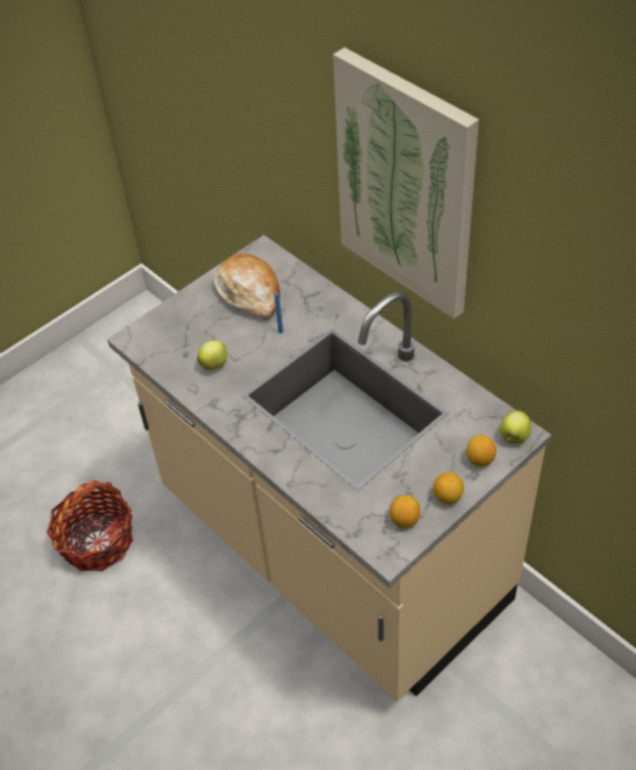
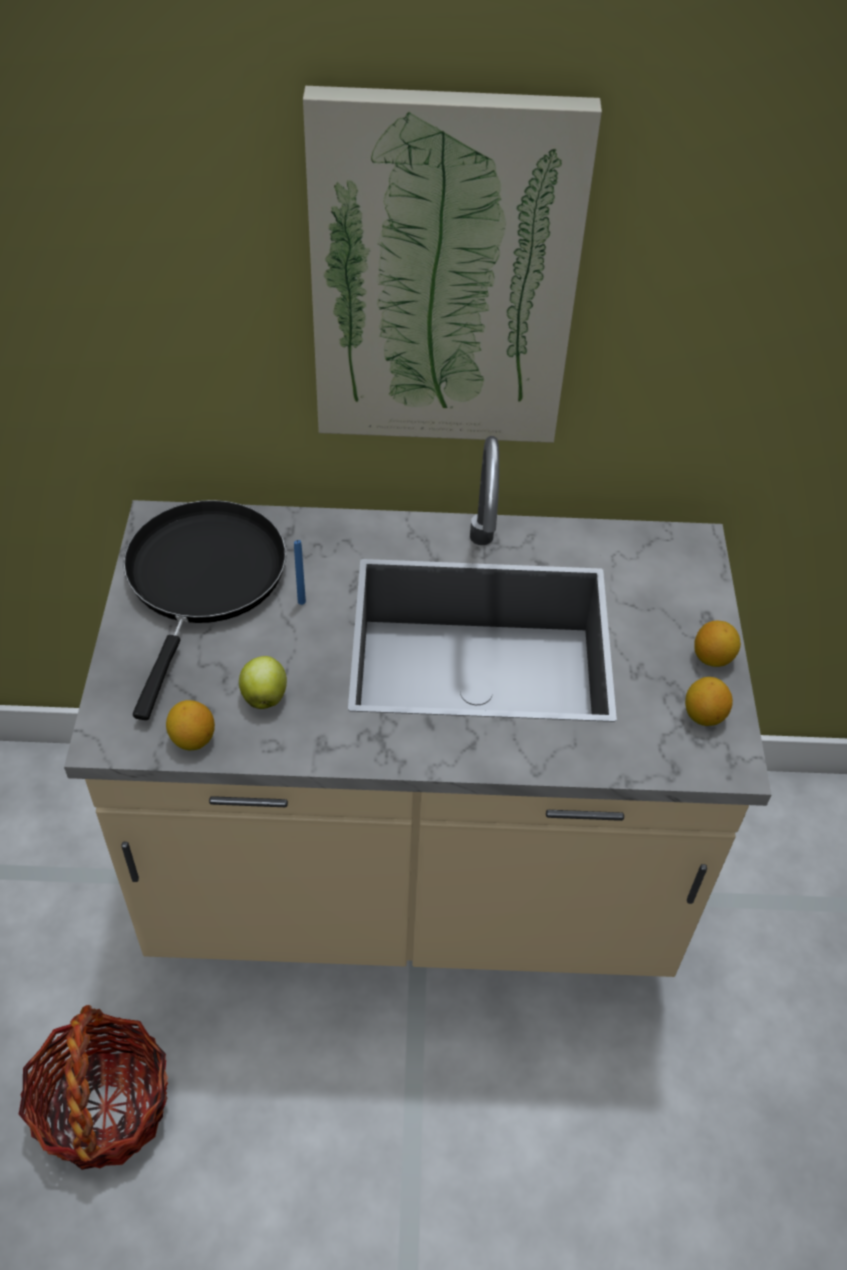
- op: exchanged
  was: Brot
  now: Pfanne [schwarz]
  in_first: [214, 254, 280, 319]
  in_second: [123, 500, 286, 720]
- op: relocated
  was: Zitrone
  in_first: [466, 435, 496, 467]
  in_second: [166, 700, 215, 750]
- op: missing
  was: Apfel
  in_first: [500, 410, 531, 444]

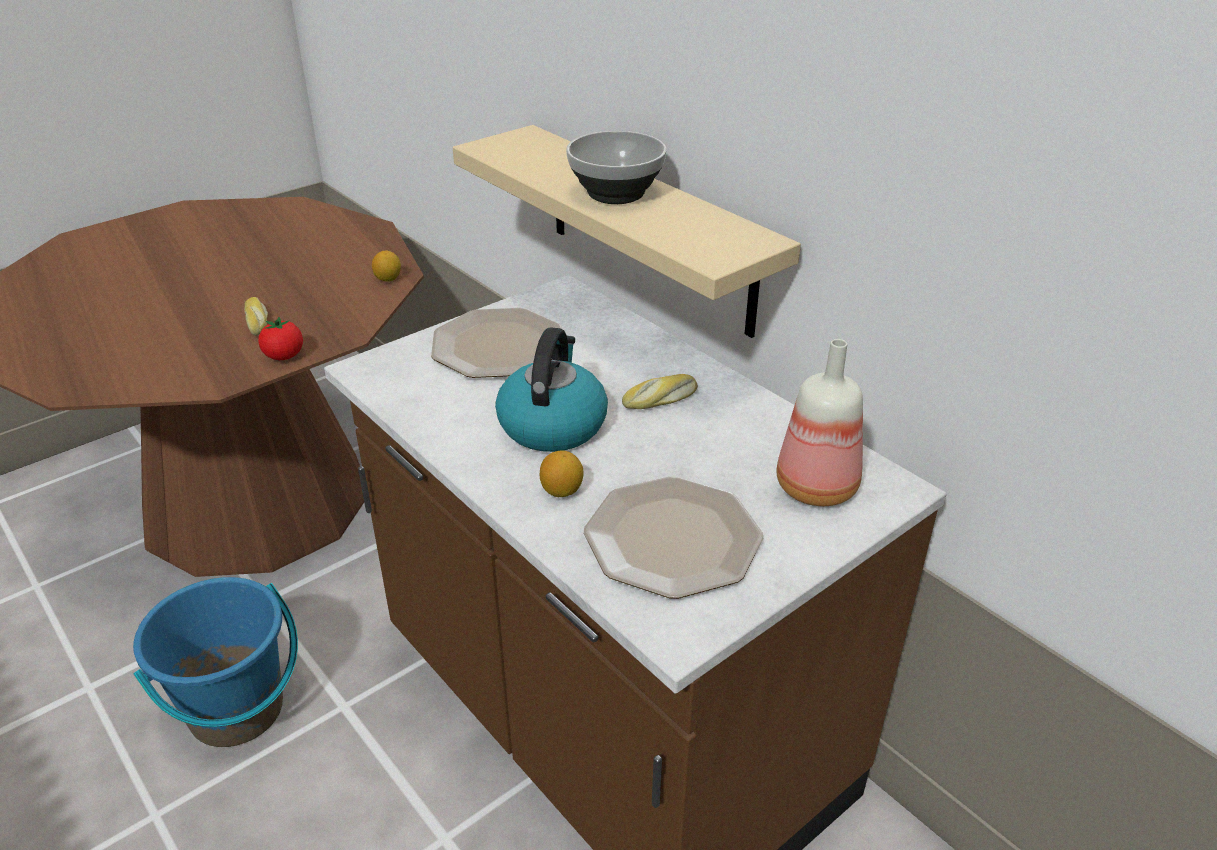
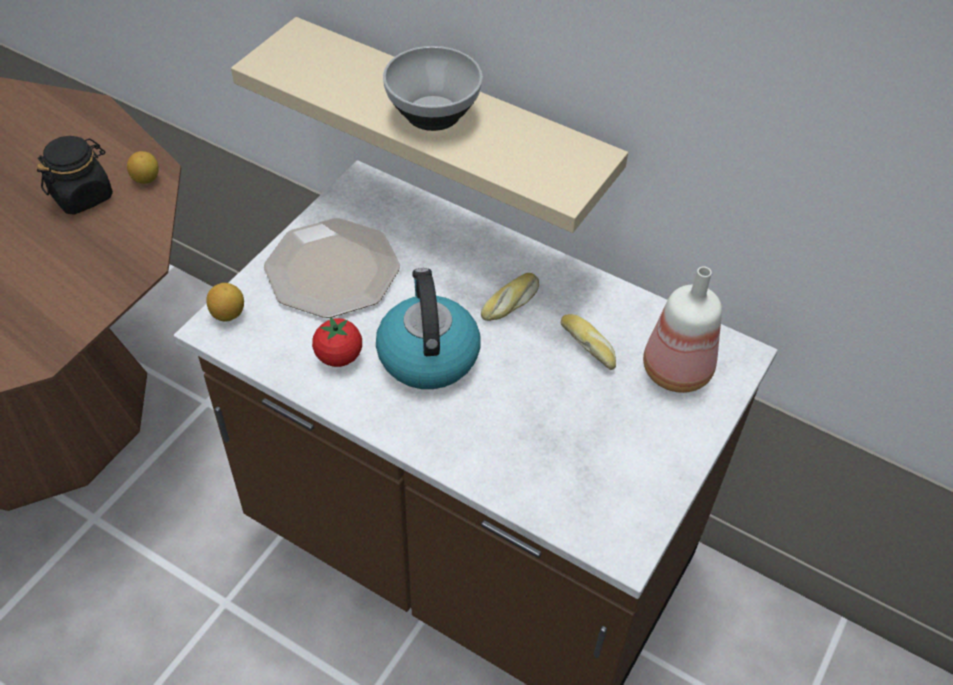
- op: appeared
  now: Vorratsglas [schwarz]
  in_second: [37, 136, 113, 215]
- op: relocated
  was: Zitrone
  in_first: [540, 450, 584, 497]
  in_second: [206, 283, 244, 322]
- op: relocated
  was: Tomate
  in_first: [258, 317, 303, 360]
  in_second: [312, 317, 362, 367]
- op: relocated
  was: Brot
  in_first: [244, 297, 268, 336]
  in_second: [560, 314, 616, 370]
- op: missing
  was: Eimer [blau]
  in_first: [133, 577, 298, 747]
- op: missing
  was: Teller
  in_first: [584, 476, 763, 599]

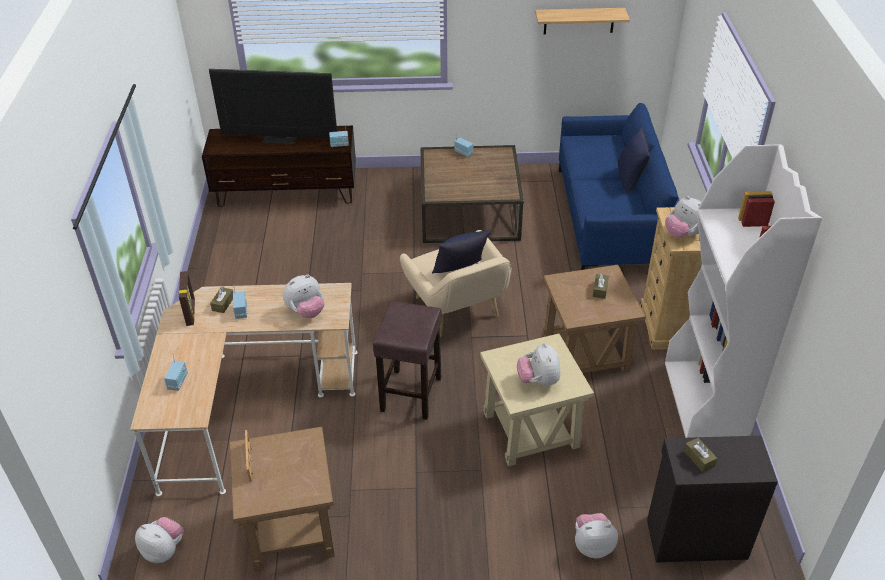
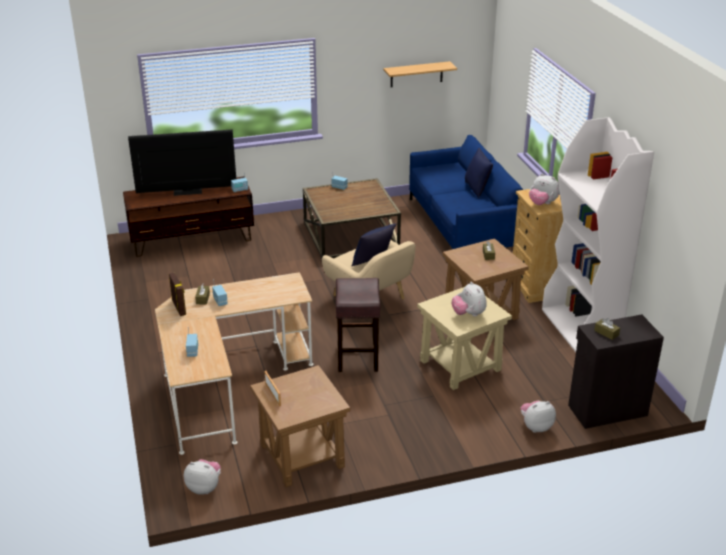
- op: missing
  was: Plüschtier
  in_first: [283, 274, 324, 318]

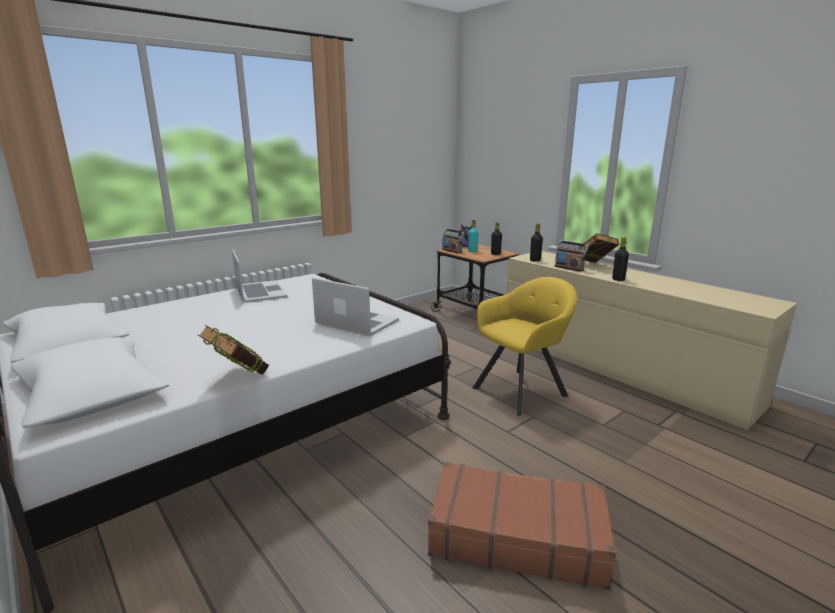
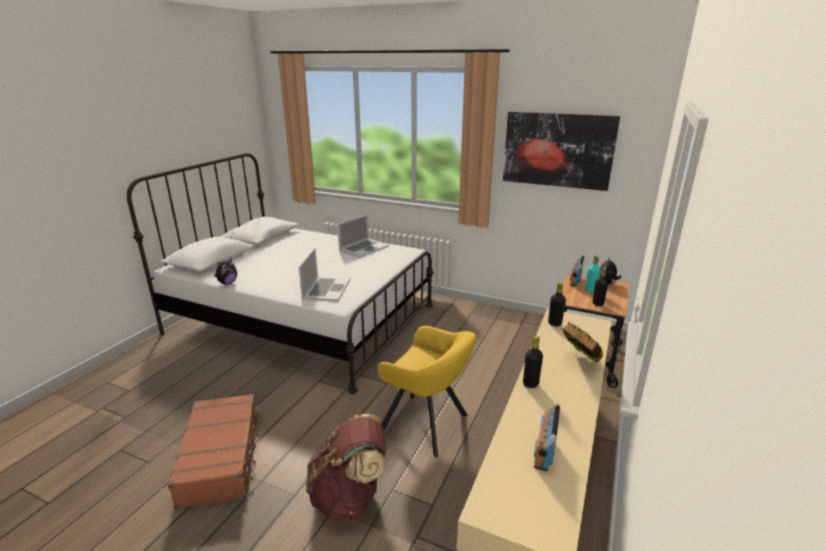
- op: exchanged
  was: Buch
  now: Plüschtier
  in_first: [198, 325, 269, 375]
  in_second: [214, 257, 237, 285]
- op: appeared
  now: Rucksack [braun]
  in_second: [306, 414, 387, 520]
- op: appeared
  now: Bild
  in_second: [503, 111, 620, 191]
- op: relocated
  was: Radio
  in_first: [555, 240, 589, 272]
  in_second: [534, 403, 560, 471]

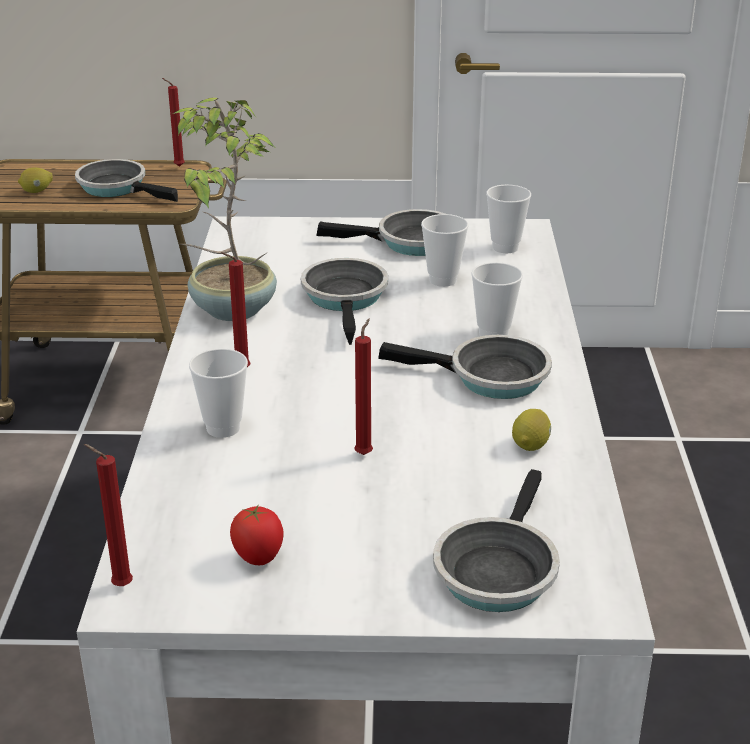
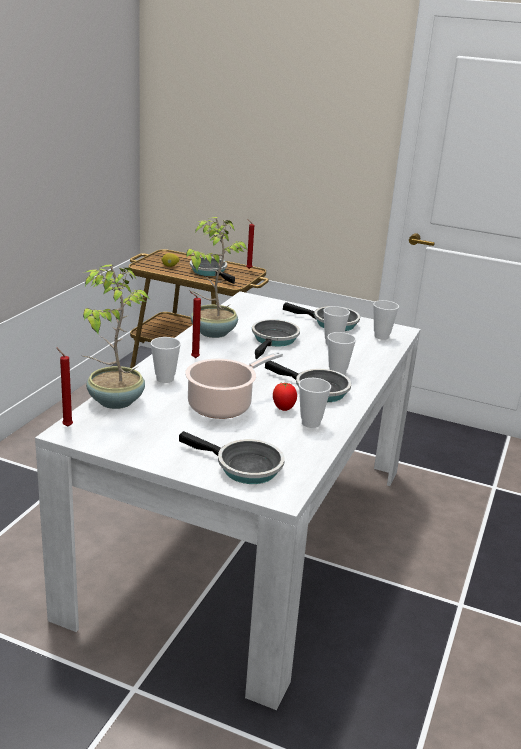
- op: appeared
  now: Topfpflanze
  in_second: [83, 264, 149, 409]
- op: spun
  was: Pfanne
  in_first: [433, 469, 560, 612]
  in_second: [179, 431, 285, 484]
  clockwise: -105
- op: exchanged
  was: Kerze [rot]
  now: Kochtopf
  in_first: [354, 318, 373, 455]
  in_second: [185, 351, 283, 419]
- op: relocated
  was: Tomate
  in_first: [230, 505, 284, 565]
  in_second: [273, 383, 297, 411]
- op: exchanged
  was: Zitrone
  now: Tasse
  in_first: [512, 409, 551, 451]
  in_second: [299, 378, 331, 428]

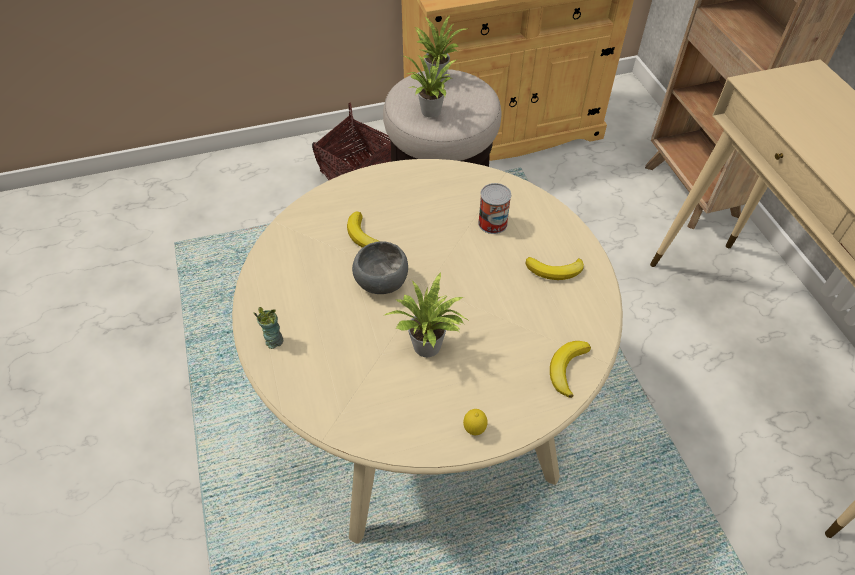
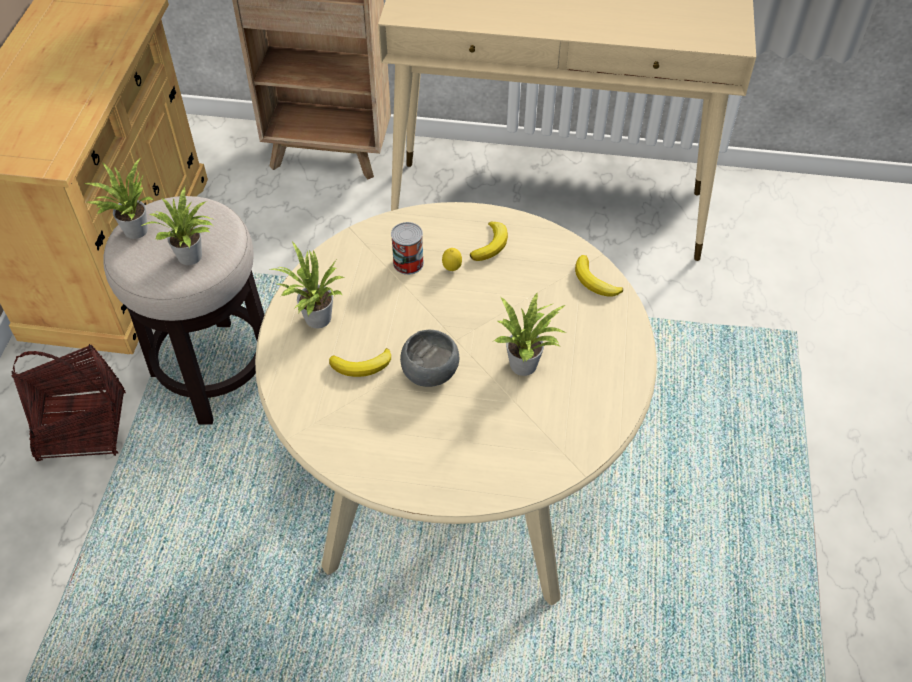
- op: appeared
  now: Topfpflanze
  in_second: [270, 242, 344, 328]
- op: relocated
  was: Zitrone
  in_first: [463, 409, 487, 435]
  in_second: [442, 248, 462, 271]
- op: missing
  was: Tasse
  in_first: [254, 307, 283, 349]

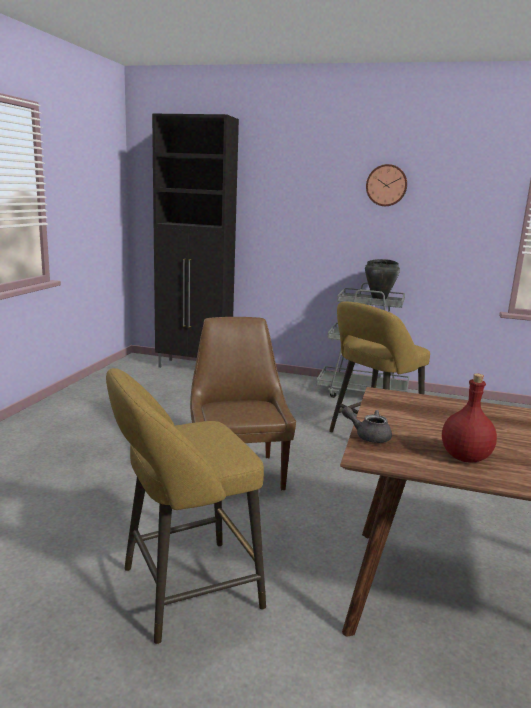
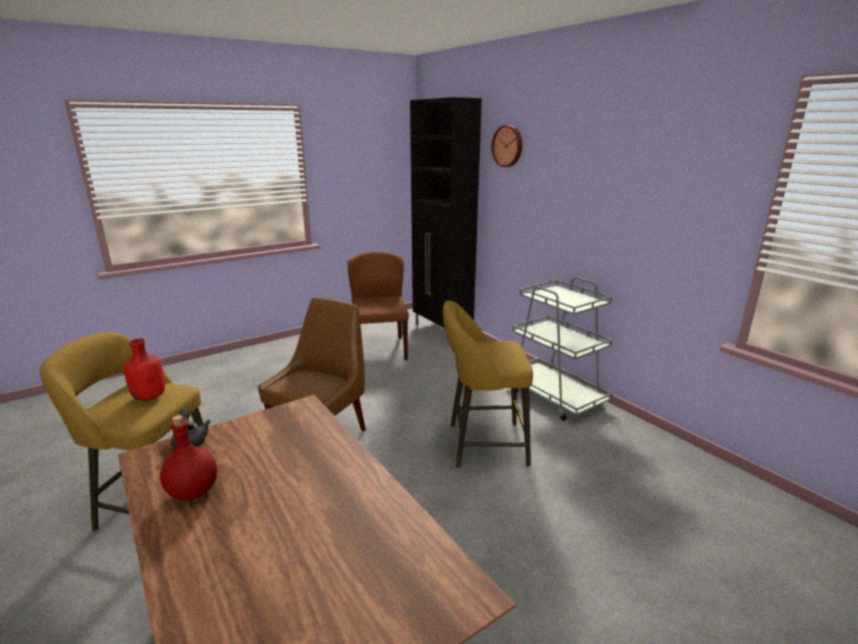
- op: appeared
  now: Flasche [rot]
  in_second: [124, 339, 165, 401]
- op: appeared
  now: Stuhl [braun]
  in_second: [348, 252, 409, 360]
- op: relocated
  was: Wanduhr
  in_first: [366, 164, 407, 206]
  in_second: [491, 125, 522, 167]
- op: missing
  was: Kochtopf [schwarz]
  in_first: [365, 259, 400, 299]

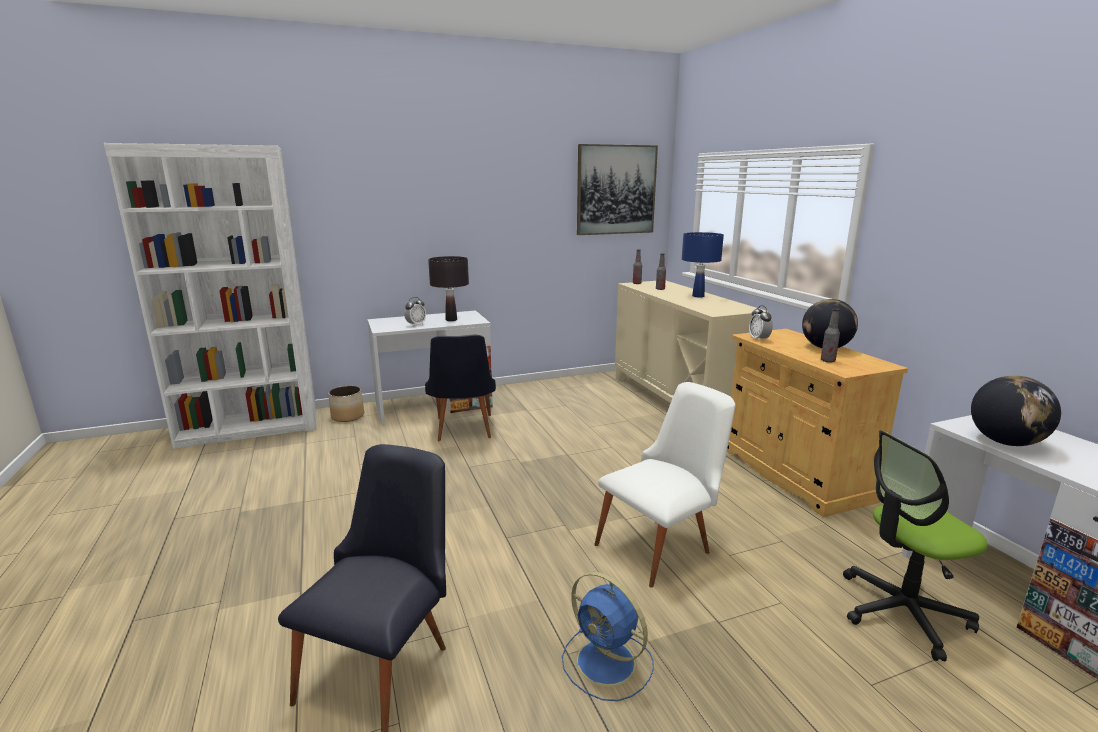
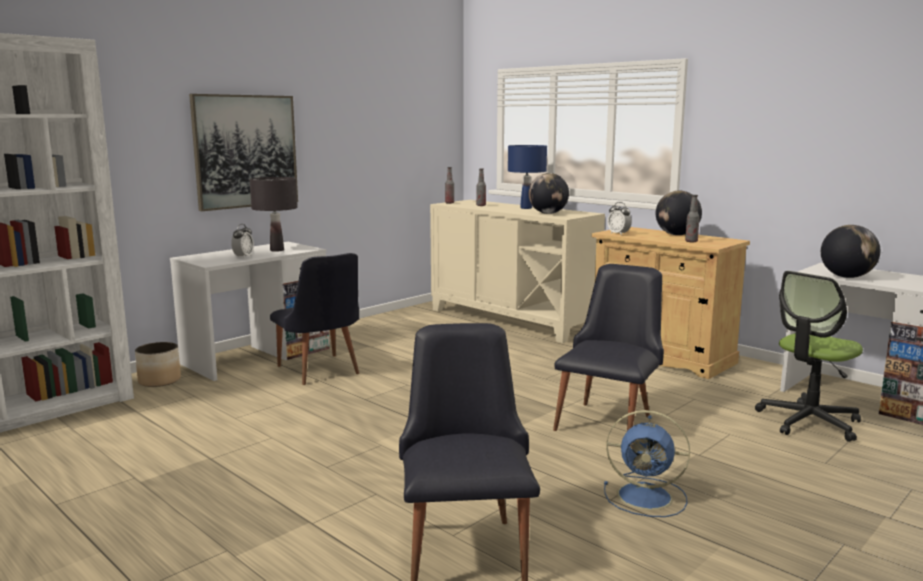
- op: relocated
  was: Bild
  in_first: [577, 144, 658, 235]
  in_second: [189, 94, 298, 211]
- op: appeared
  now: Globus
  in_second: [529, 173, 569, 214]
- op: colour
  was: Stuhl [weiß]
  now: Stuhl [schwarz]
  in_first: [594, 382, 735, 588]
  in_second: [553, 264, 664, 431]

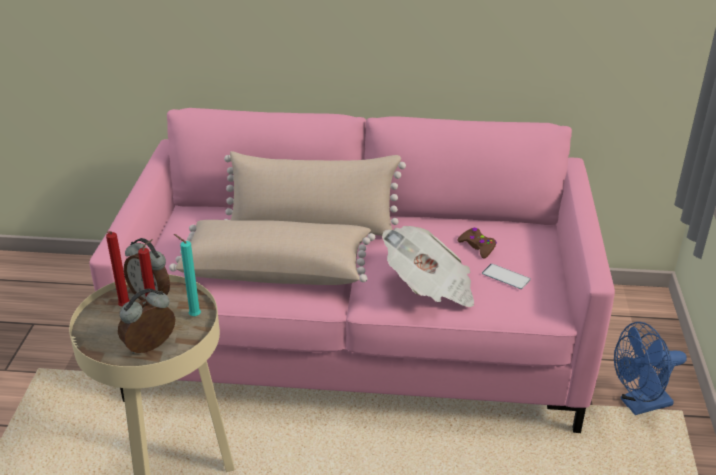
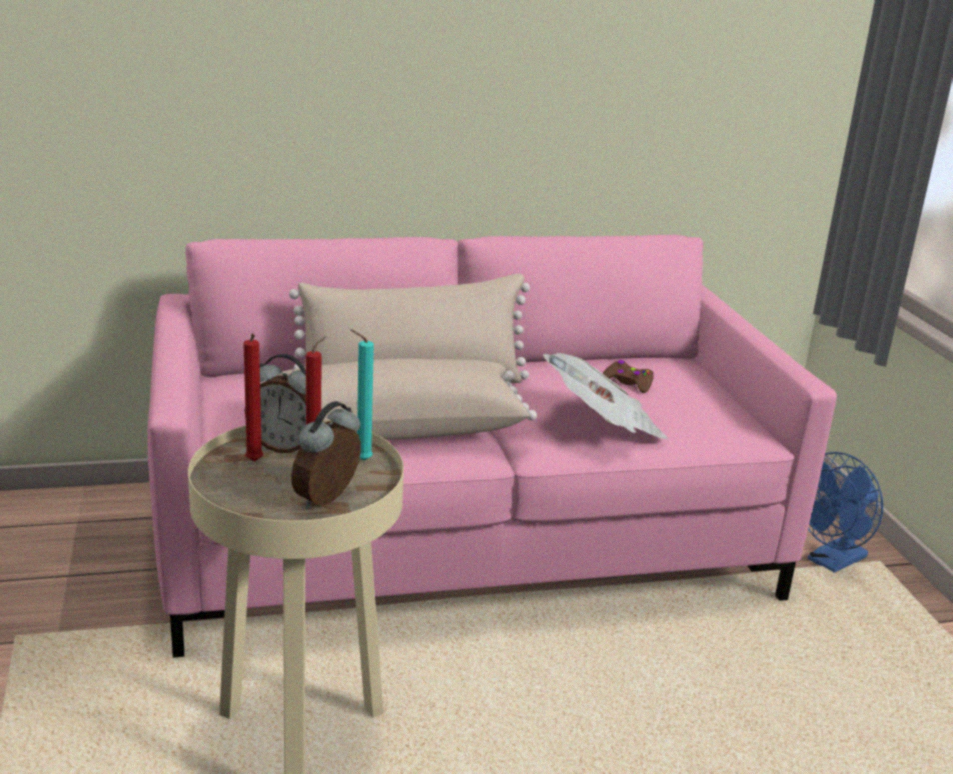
- op: missing
  was: Handy
  in_first: [482, 264, 531, 289]

